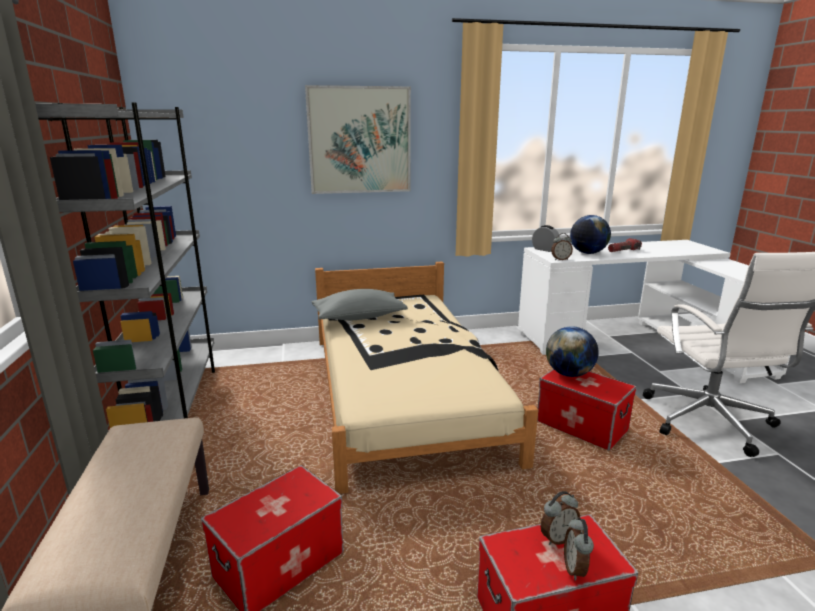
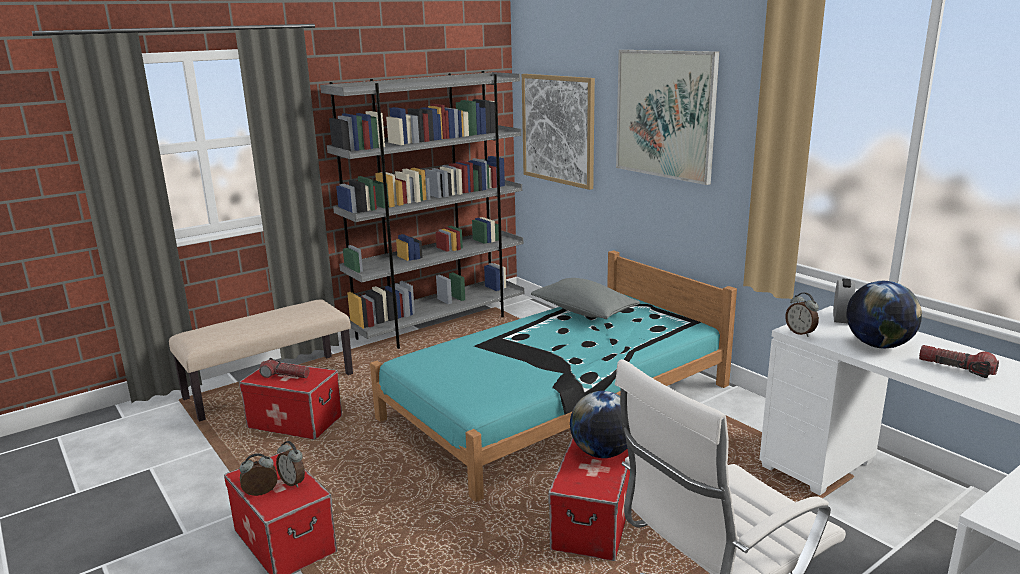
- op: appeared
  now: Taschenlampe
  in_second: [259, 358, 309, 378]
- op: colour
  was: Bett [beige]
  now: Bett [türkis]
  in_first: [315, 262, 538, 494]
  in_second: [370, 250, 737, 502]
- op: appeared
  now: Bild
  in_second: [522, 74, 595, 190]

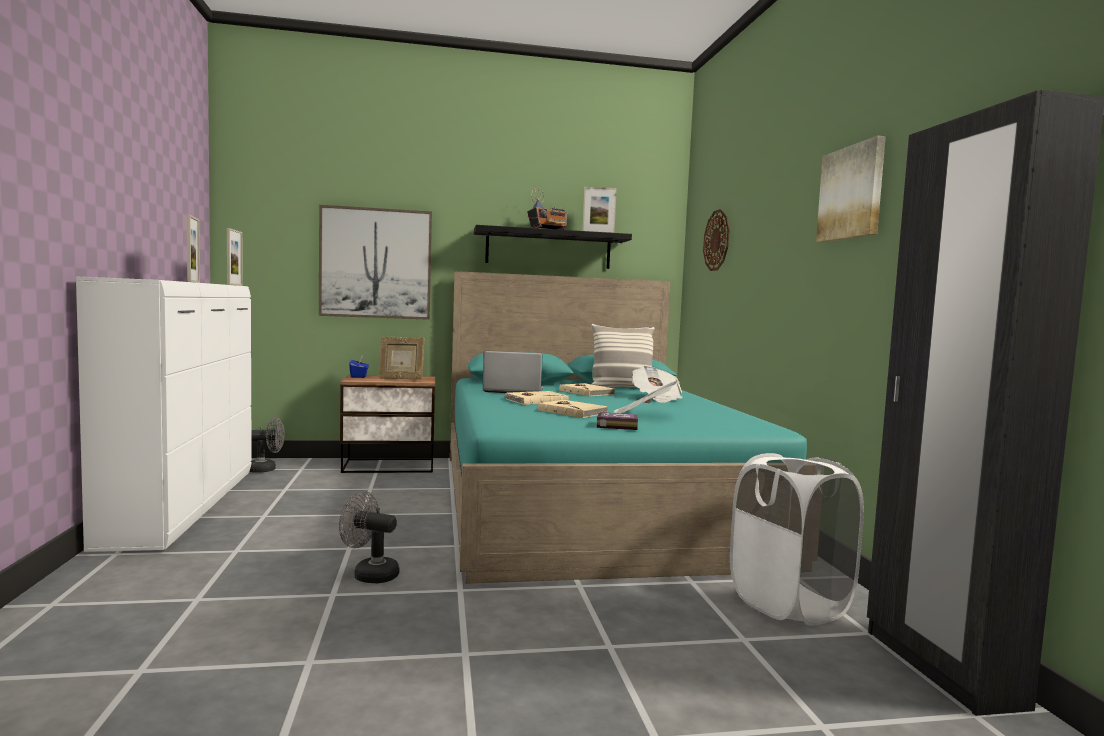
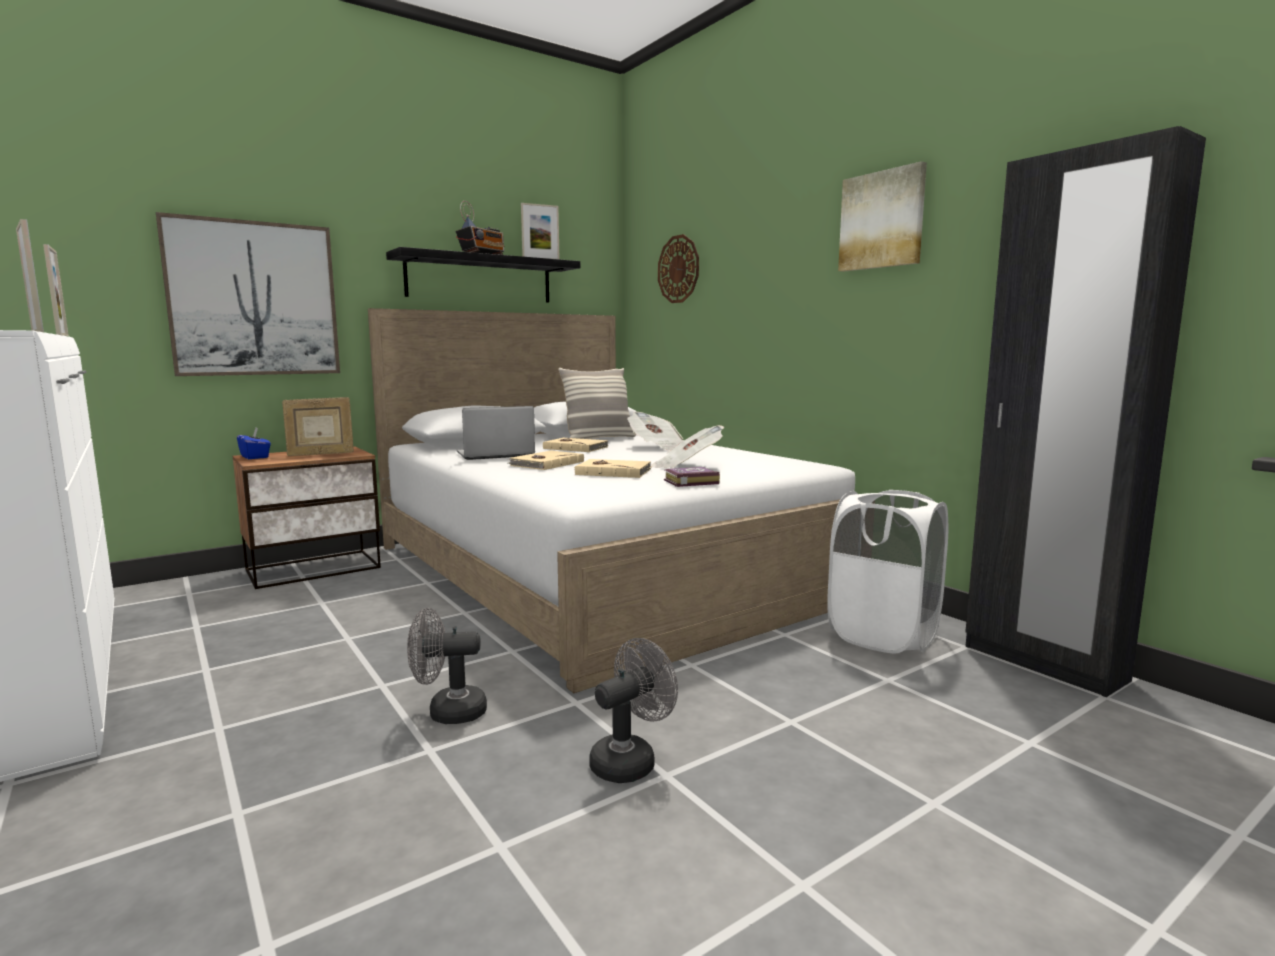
- op: colour
  was: Bett [türkis]
  now: Bett [weiß]
  in_first: [450, 271, 807, 584]
  in_second: [368, 308, 855, 693]
- op: relocated
  was: Ventilator [grau]
  in_first: [250, 417, 285, 472]
  in_second: [589, 638, 678, 783]

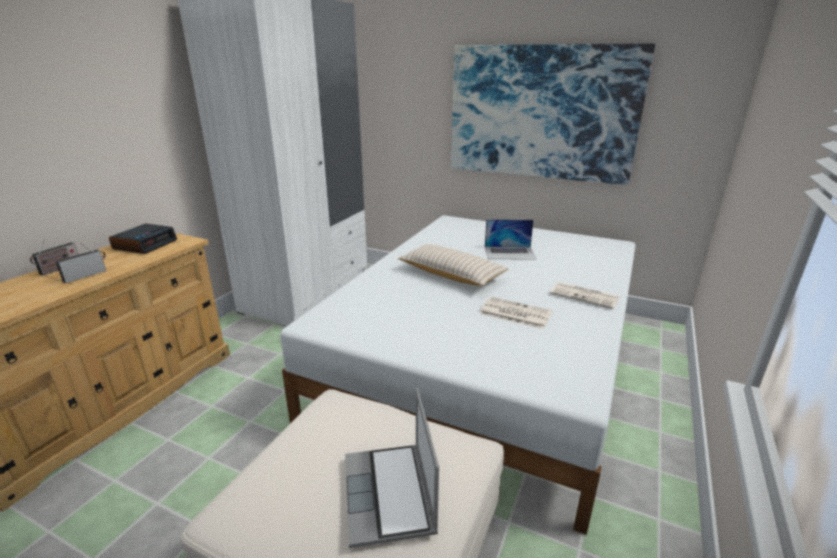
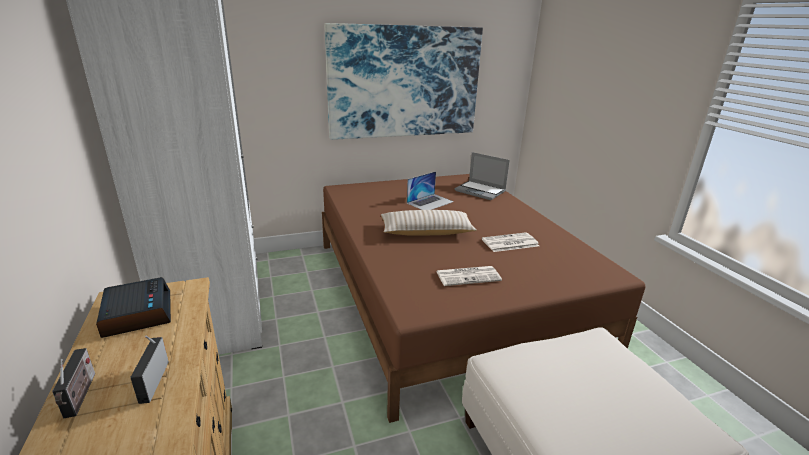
- op: colour
  was: Bett [weiß]
  now: Bett [braun]
  in_first: [280, 215, 635, 535]
  in_second: [322, 174, 645, 423]
- op: relocated
  was: Zeitung
  in_first: [550, 282, 620, 309]
  in_second: [436, 266, 502, 286]
- op: relocated
  was: Laptop
  in_first: [345, 388, 439, 548]
  in_second: [454, 152, 510, 200]

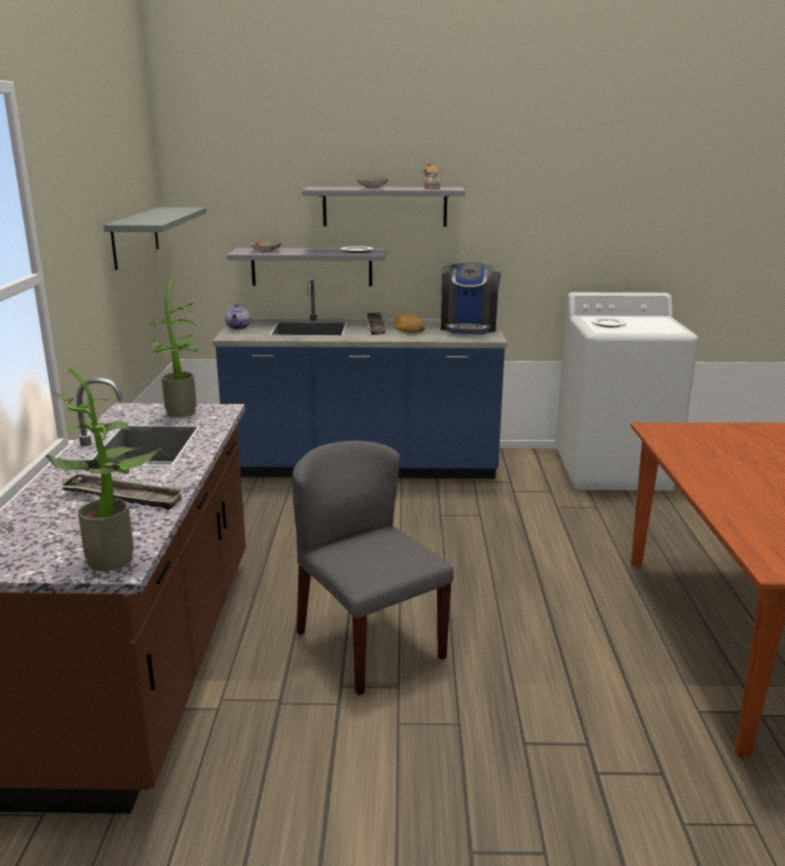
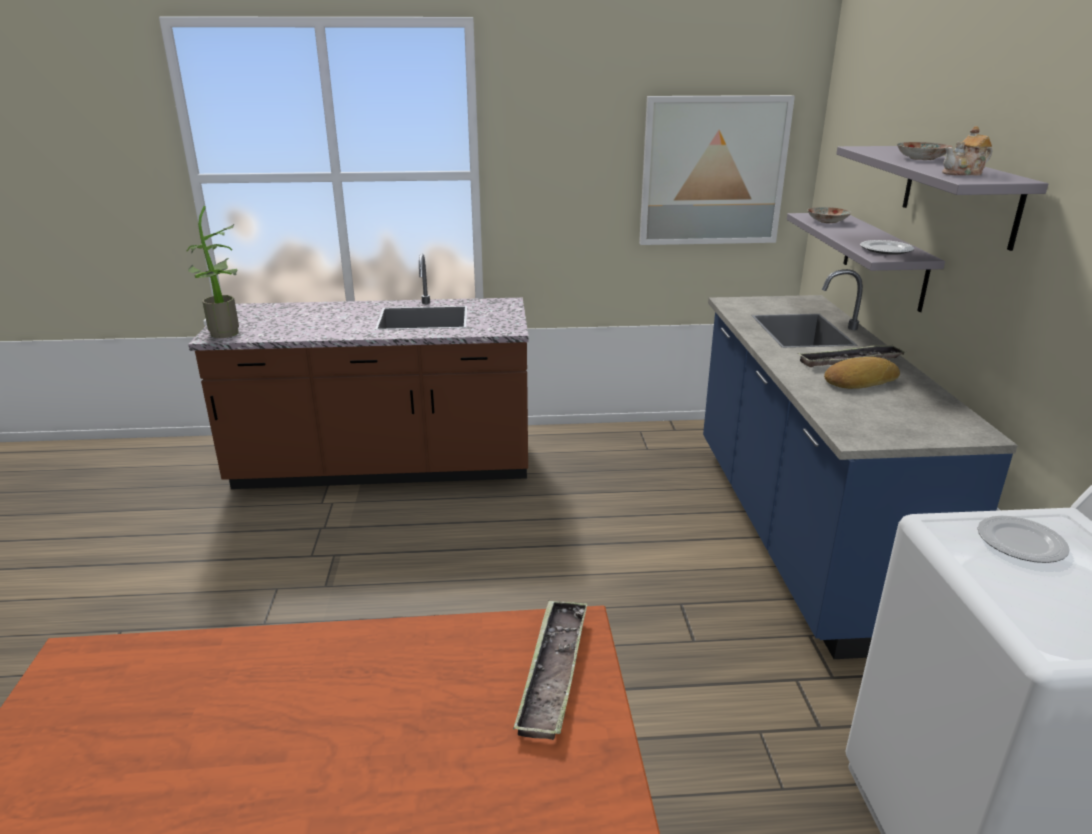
- op: relocated
  was: Tablett
  in_first: [58, 473, 186, 510]
  in_second: [513, 600, 588, 740]
- op: exchanged
  was: Wandregal [grau]
  now: Bild
  in_first: [104, 207, 207, 270]
  in_second: [639, 95, 795, 245]
- op: missing
  was: Topfpflanze
  in_first: [149, 279, 202, 417]
- op: missing
  was: Teekanne
  in_first: [225, 303, 250, 329]
- op: missing
  was: Stuhl [grau]
  in_first: [292, 440, 454, 696]
- op: missing
  was: Kaffeemaschine
  in_first: [441, 262, 501, 334]

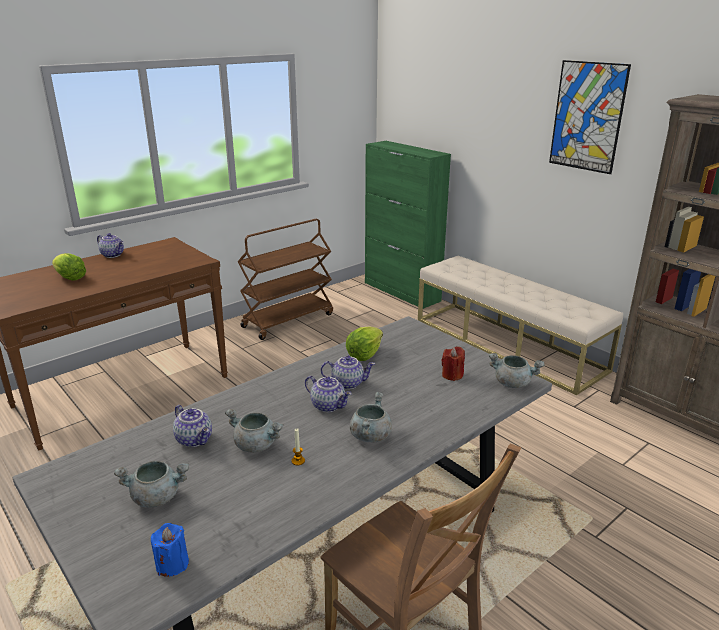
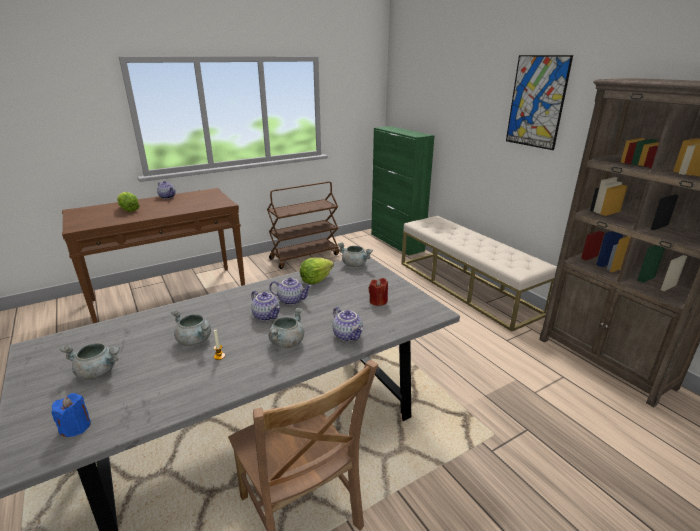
- op: relocated
  was: Teekanne
  in_first: [173, 405, 212, 447]
  in_second: [333, 307, 363, 341]
- op: relocated
  was: Kochtopf [grau]
  in_first: [489, 353, 545, 388]
  in_second: [338, 243, 373, 267]

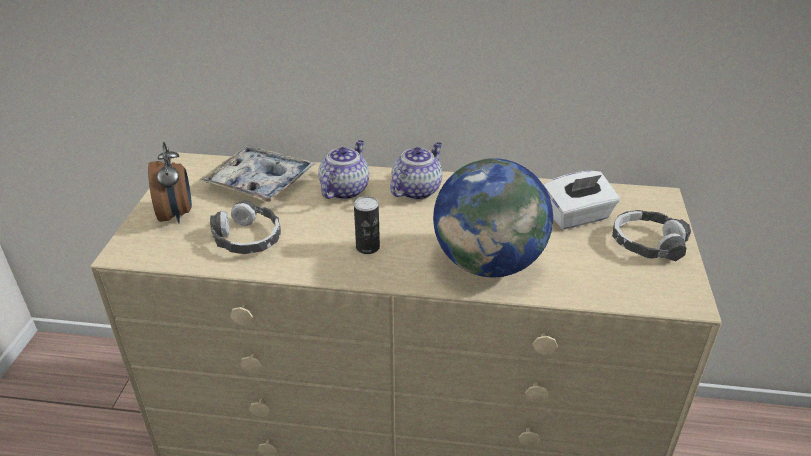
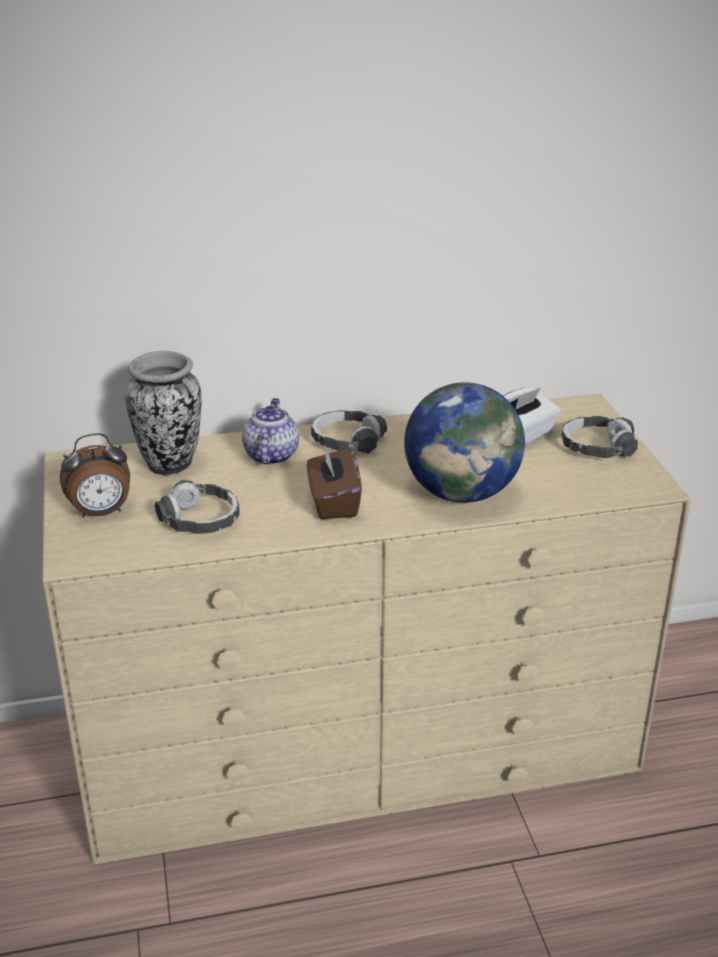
- op: spun
  was: Wecker
  in_first: [148, 142, 192, 223]
  in_second: [60, 433, 130, 518]
  clockwise: 105
- op: exchanged
  was: Tablett
  now: Vase
  in_first: [199, 146, 316, 203]
  in_second: [125, 351, 201, 475]
- op: exchanged
  was: Dose
  now: Taschentuchbox [braun]
  in_first: [354, 196, 380, 254]
  in_second: [307, 446, 362, 519]
- op: exchanged
  was: Teekanne
  now: Kopfhörer
  in_first: [390, 142, 442, 200]
  in_second: [311, 410, 387, 454]

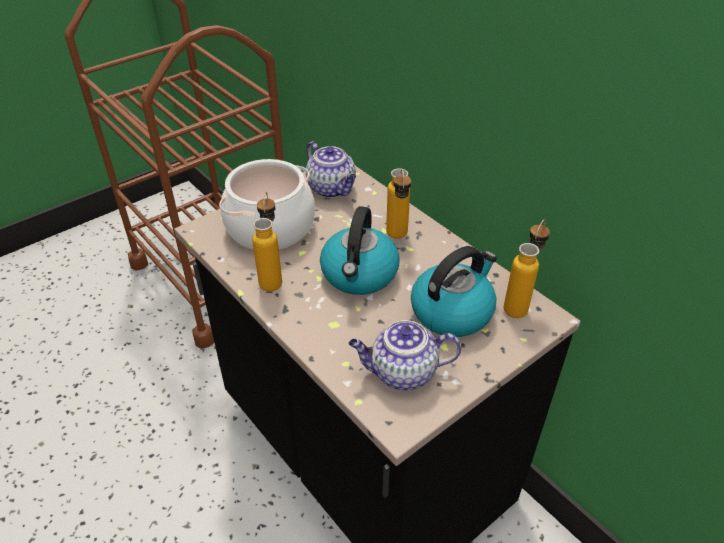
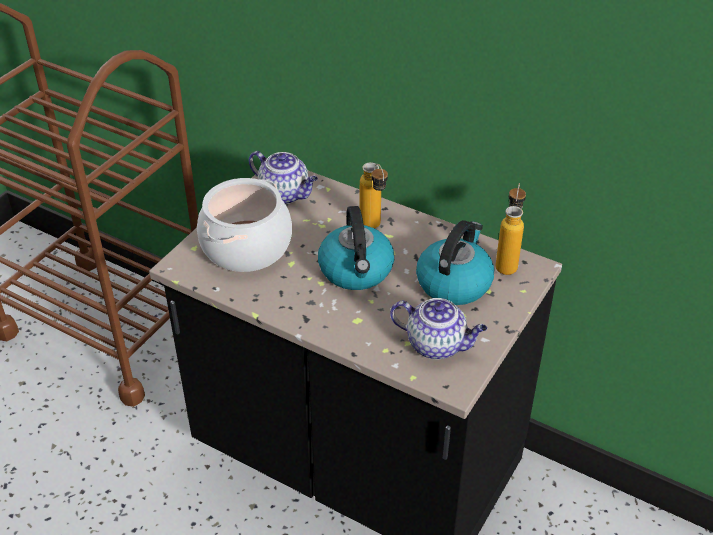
- op: spun
  was: Teekanne
  in_first: [349, 320, 461, 390]
  in_second: [390, 298, 487, 359]
  clockwise: -135
- op: missing
  was: Flasche
  in_first: [252, 193, 282, 292]

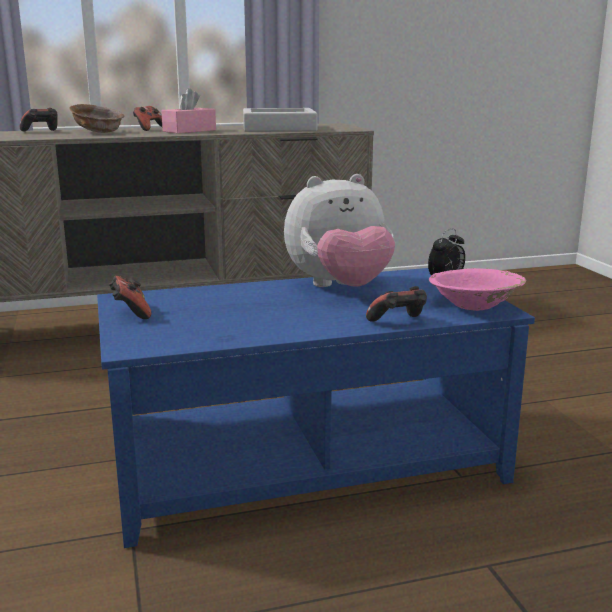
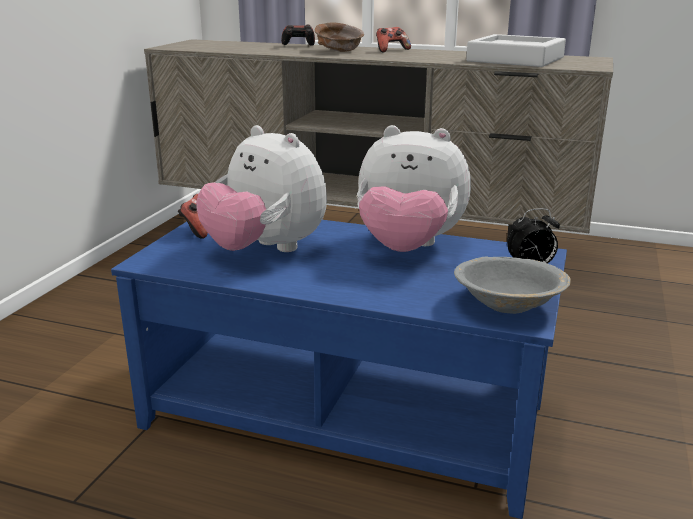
- op: appeared
  now: Plüschtier
  in_second: [196, 125, 327, 252]
- op: colour
  was: Schüssel [rosa]
  now: Schüssel [grau]
  in_first: [429, 268, 526, 311]
  in_second: [454, 256, 571, 314]
- op: missing
  was: Taschentuchbox [rosa]
  in_first: [161, 88, 216, 133]
- op: missing
  was: Gamepad
  in_first: [366, 286, 427, 322]

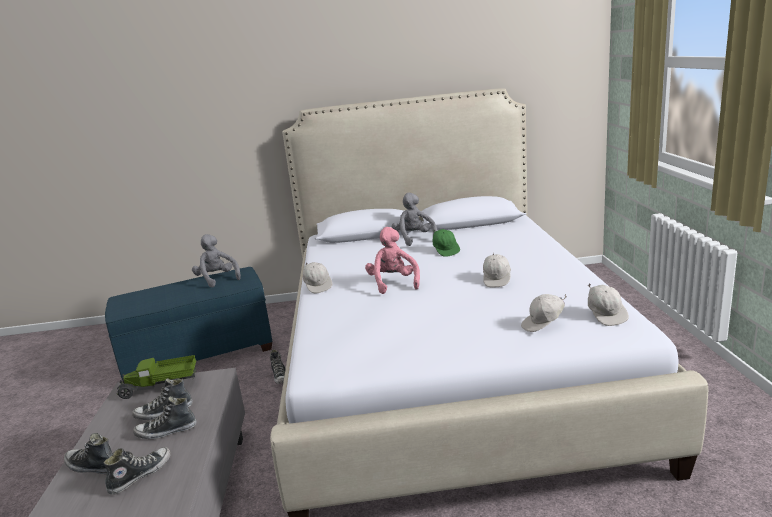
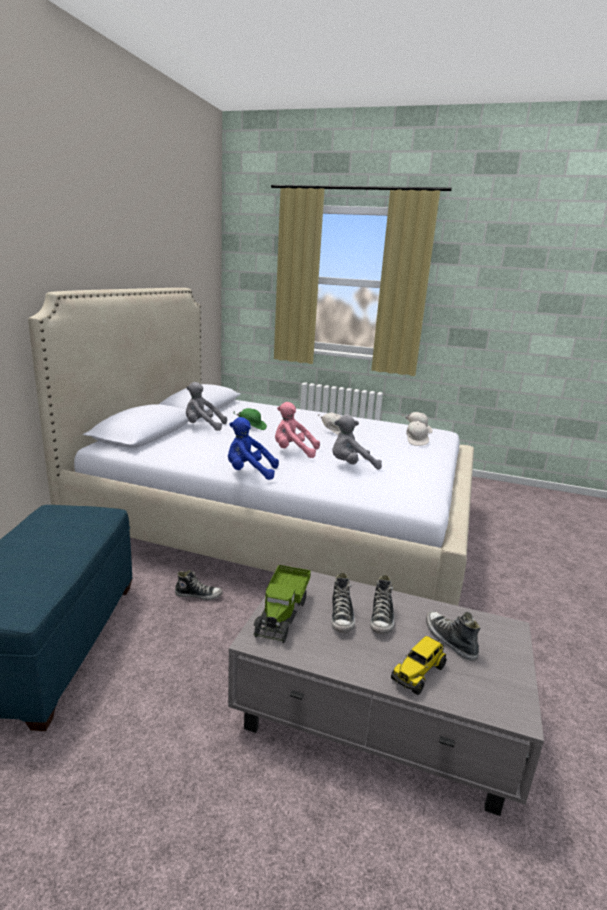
- op: exchanged
  was: Kappe [weiß]
  now: Plüschtier [blau]
  in_first: [303, 262, 332, 294]
  in_second: [228, 417, 279, 480]
- op: relocated
  was: Plüschtier [grau]
  in_first: [192, 234, 241, 288]
  in_second: [332, 414, 382, 470]
- op: exchanged
  was: Schuh
  now: Spielzeuglaster
  in_first: [64, 433, 113, 474]
  in_second: [391, 636, 447, 695]

